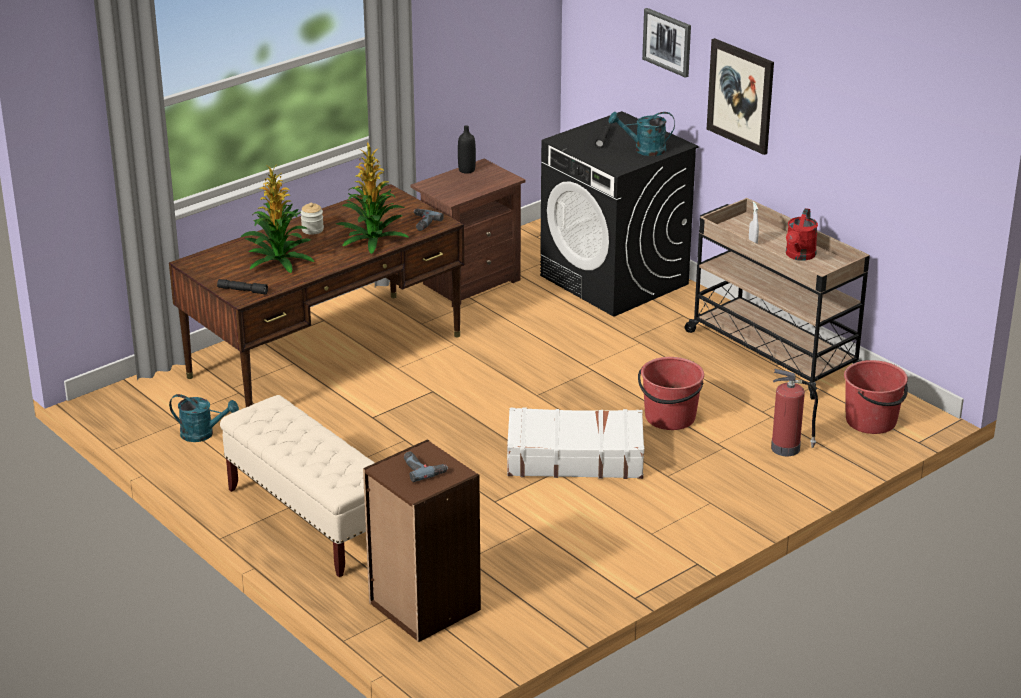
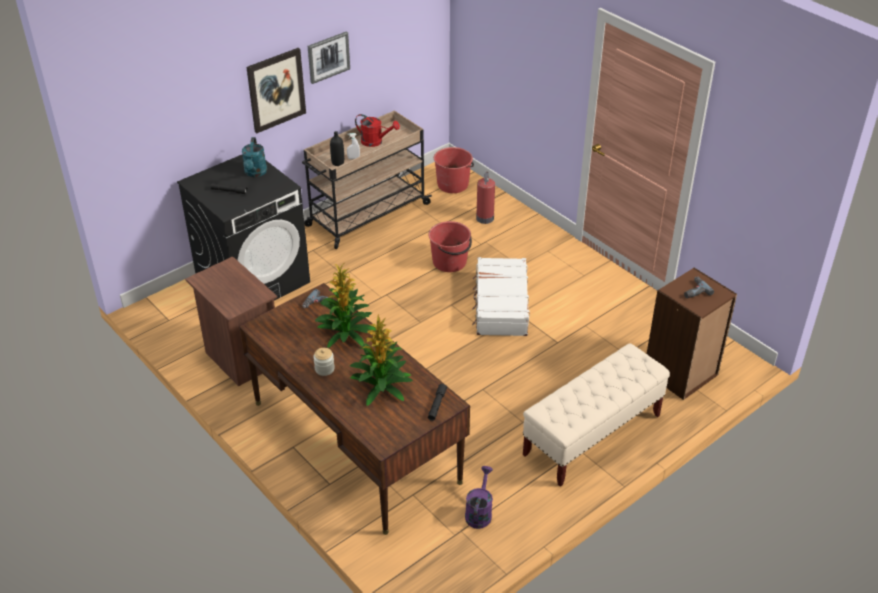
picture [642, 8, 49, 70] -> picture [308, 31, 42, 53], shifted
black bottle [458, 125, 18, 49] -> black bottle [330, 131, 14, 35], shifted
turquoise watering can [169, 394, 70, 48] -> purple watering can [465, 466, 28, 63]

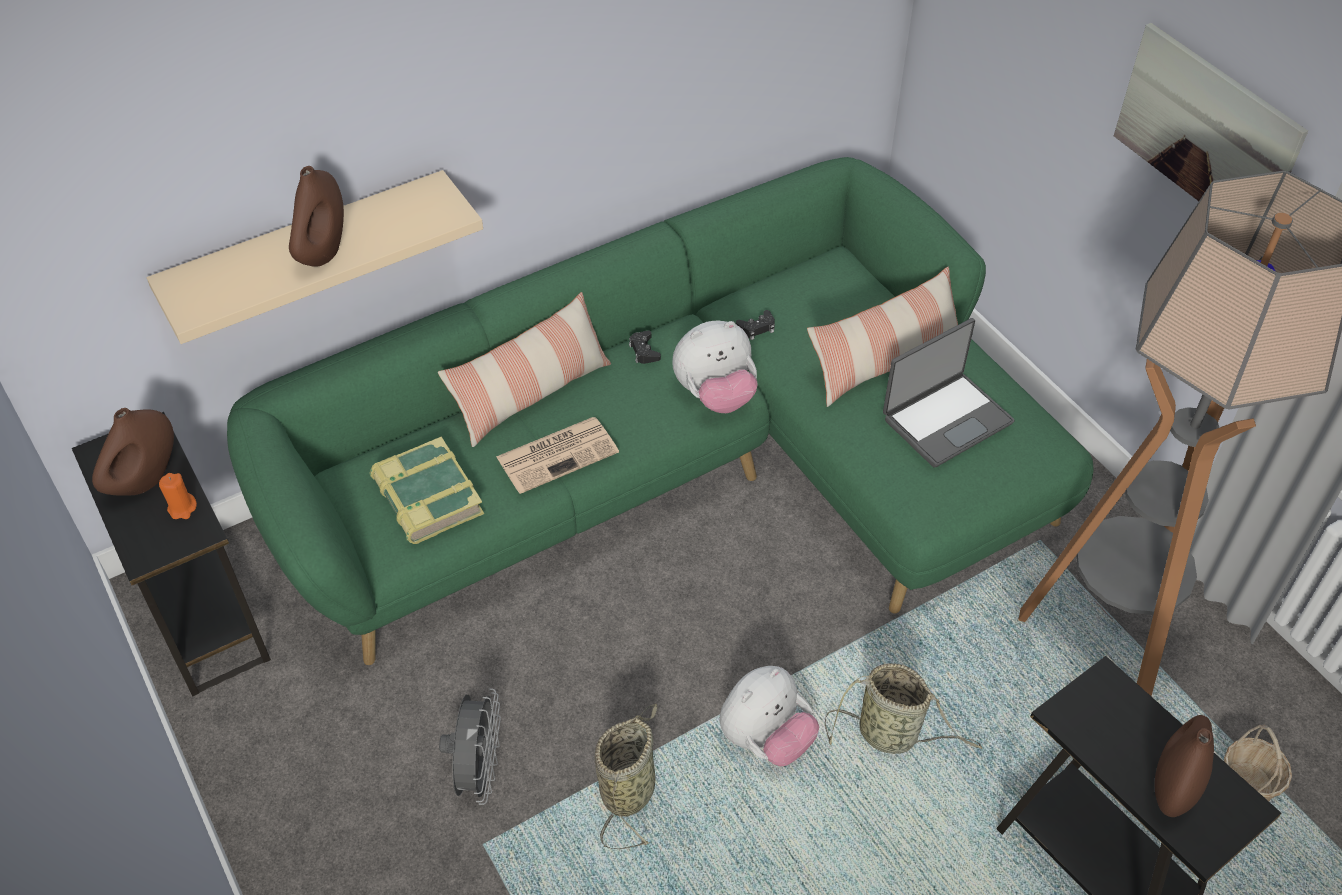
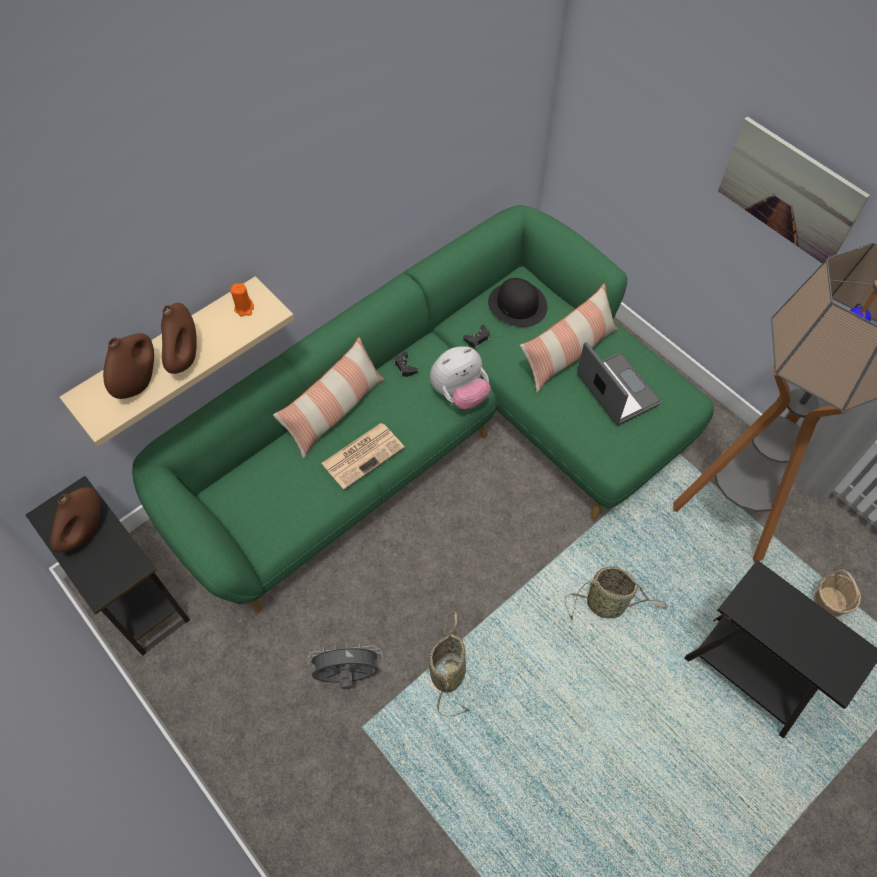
brown vase [1155, 715, 59, 102] -> brown vase [103, 333, 51, 66], shifted
orange candle [159, 473, 38, 46] -> orange candle [230, 283, 24, 33], shifted
grey fan [439, 688, 62, 117] -> grey fan [306, 643, 76, 46], 90 degrees counterclockwise
none -> black hat [488, 278, 59, 49]
laptop [883, 318, 132, 150] -> laptop [577, 342, 84, 83], 75 degrees counterclockwise
book [370, 436, 114, 108] -> none
plush toy [719, 666, 100, 101] -> none

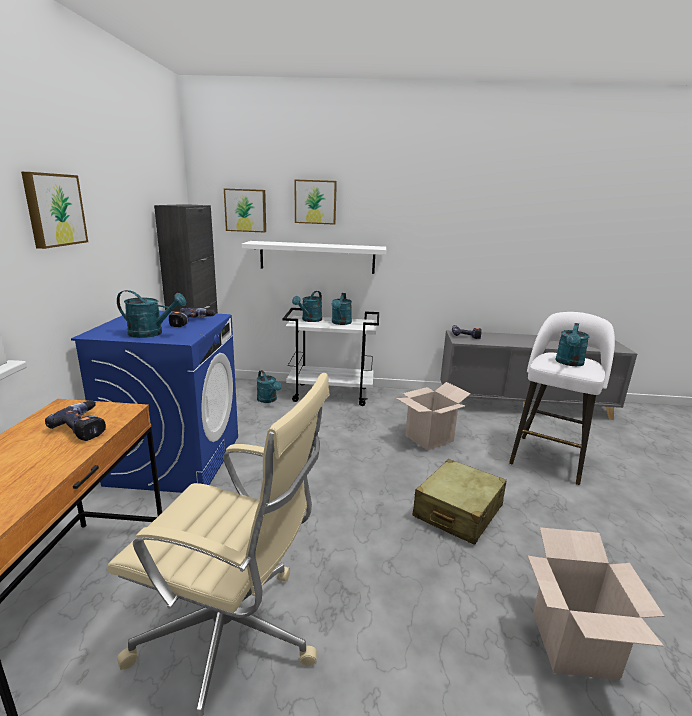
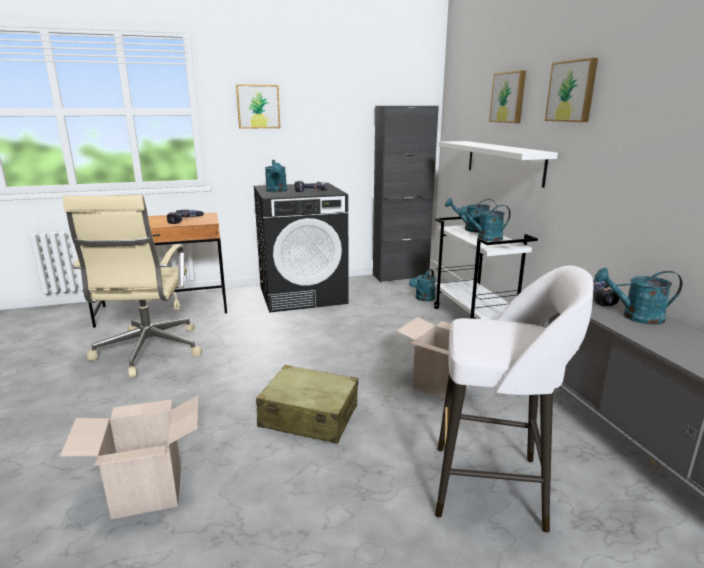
blue washing machine [71, 311, 167, 182] -> black washing machine [254, 183, 95, 130]
picture [224, 188, 42, 45] -> picture [545, 58, 53, 64], shifted
turquoise watering can [555, 323, 35, 43] -> turquoise watering can [595, 268, 87, 57], shifted

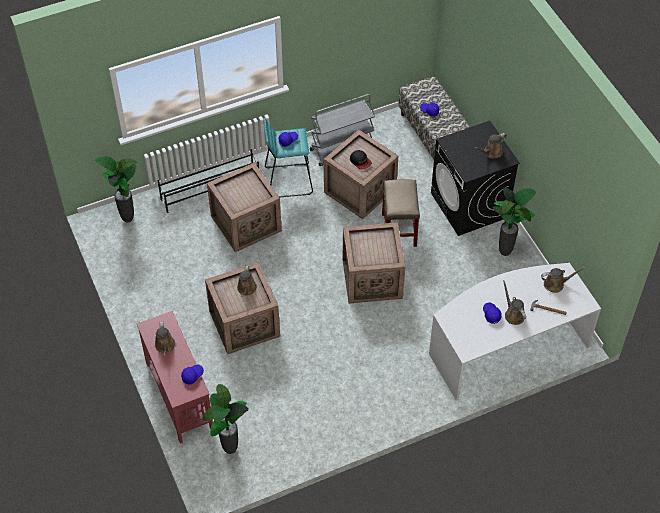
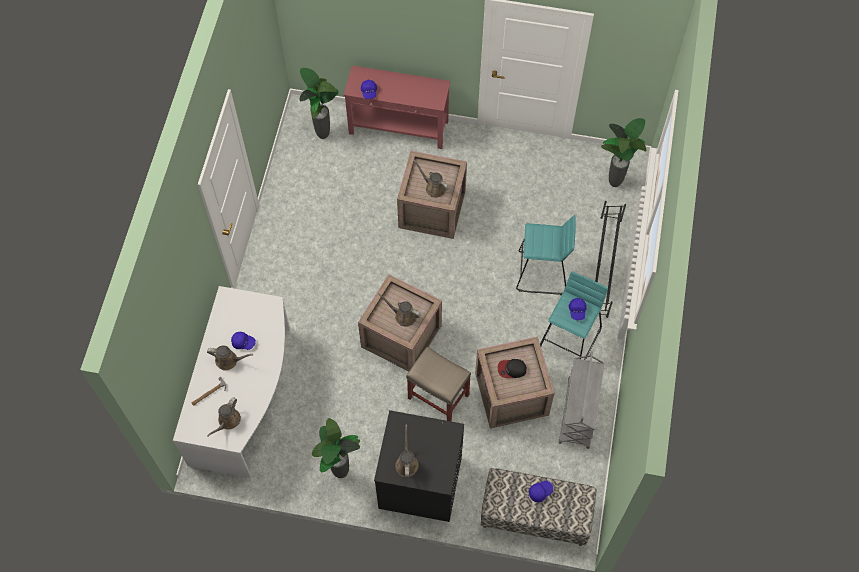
brown watering can [155, 322, 20, 34] -> brown watering can [378, 293, 43, 34], shifted
crate [207, 163, 75, 89] -> turquoise stool [516, 215, 60, 80]

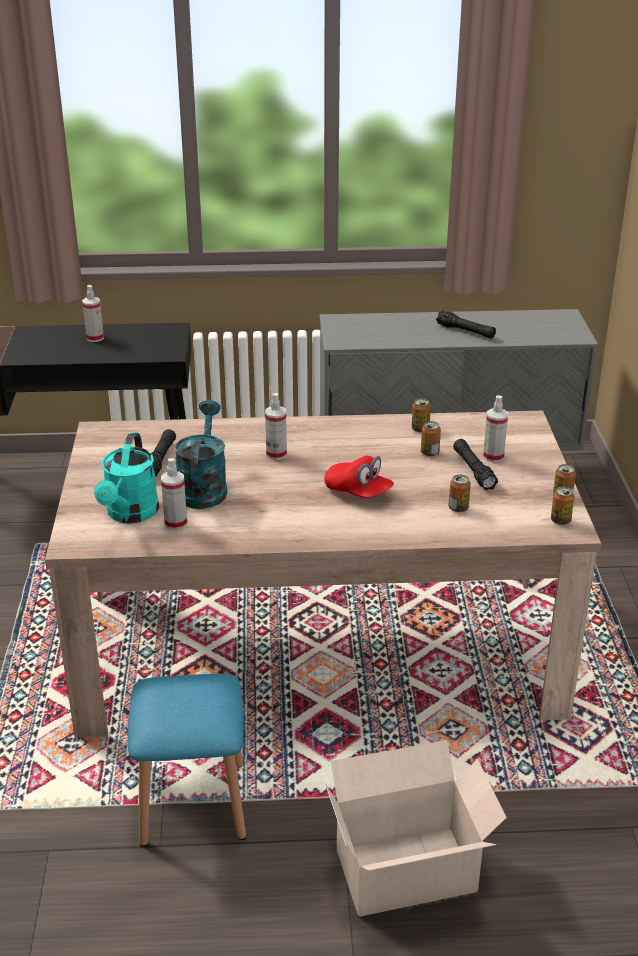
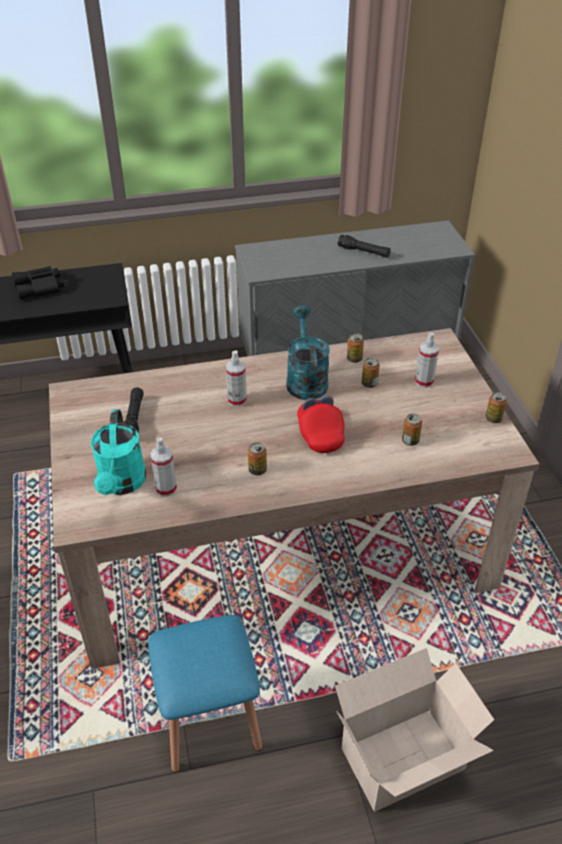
spray bottle [82, 285, 22, 57] -> black binoculars [12, 266, 52, 34]
can [551, 487, 23, 38] -> can [248, 442, 19, 33], shifted
turquoise watering can [174, 400, 53, 109] -> turquoise watering can [286, 306, 44, 94], shifted
red cap [324, 456, 70, 42] -> red cap [297, 396, 48, 57], 135 degrees counterclockwise
black flashlight [453, 439, 45, 51] -> none

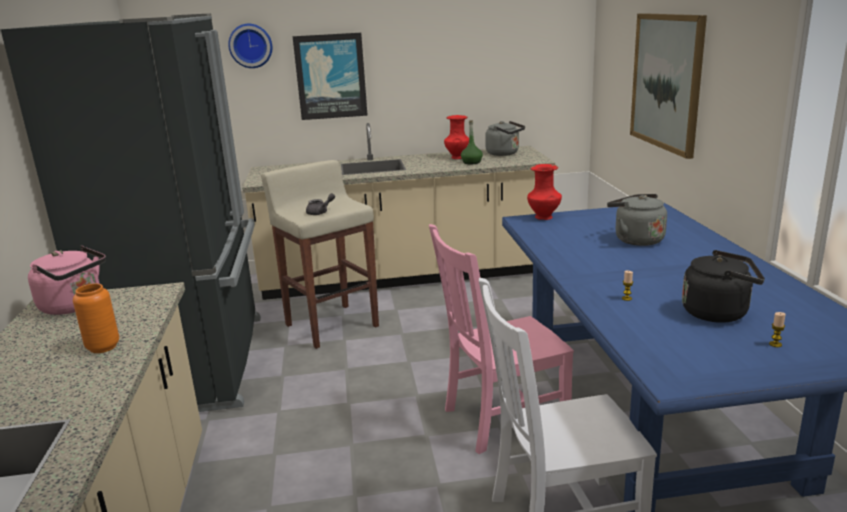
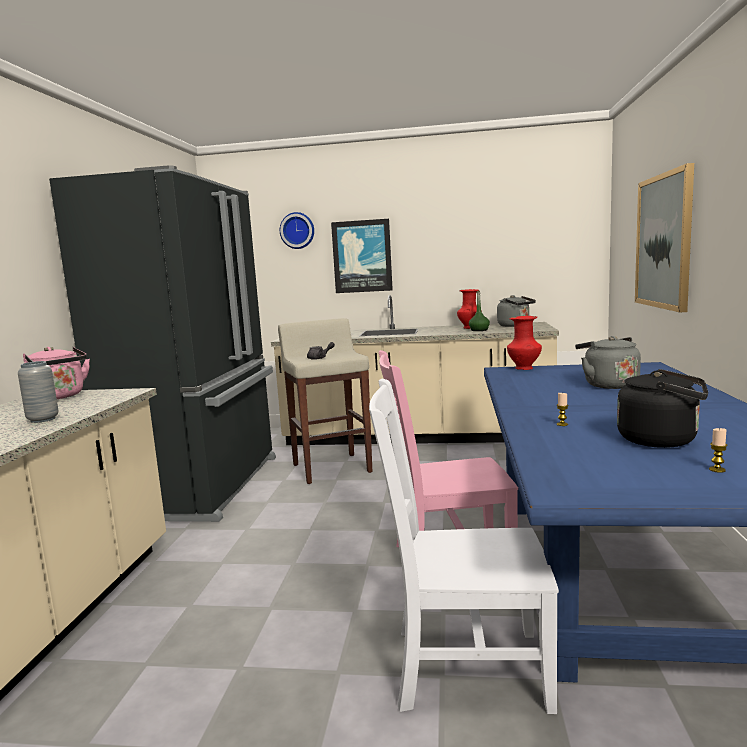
orange vase [73, 284, 46, 69] -> grey vase [18, 361, 41, 62]

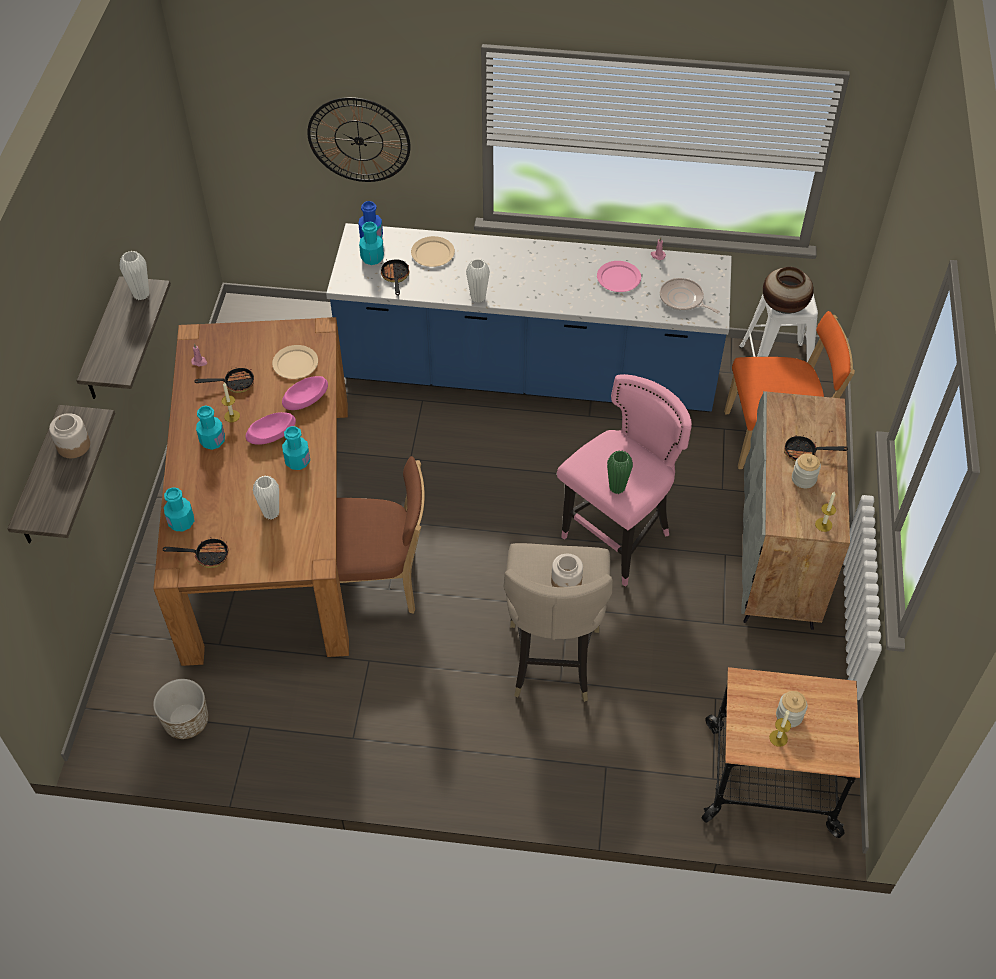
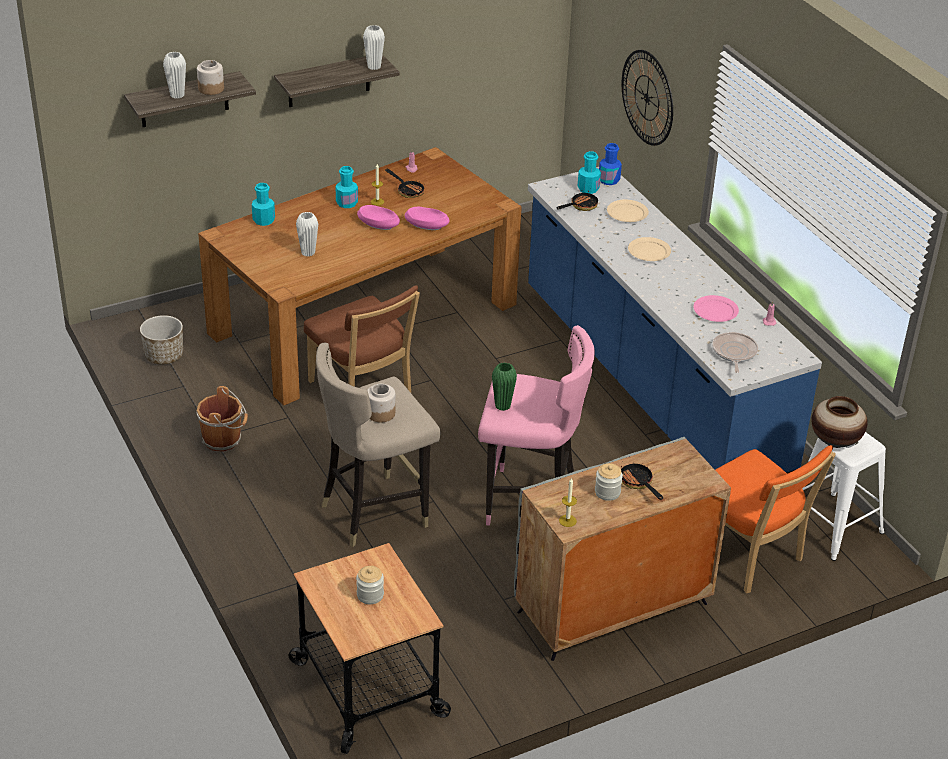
white vase [466, 259, 24, 44] -> white vase [163, 52, 23, 46], shifted
none -> brown bucket [196, 386, 52, 66]
beige plate [272, 345, 46, 34] -> beige plate [628, 237, 43, 24], shifted
frying pan [163, 537, 66, 31] -> none
turquoise bottle [282, 426, 28, 44] -> none
candle [769, 710, 22, 37] -> none

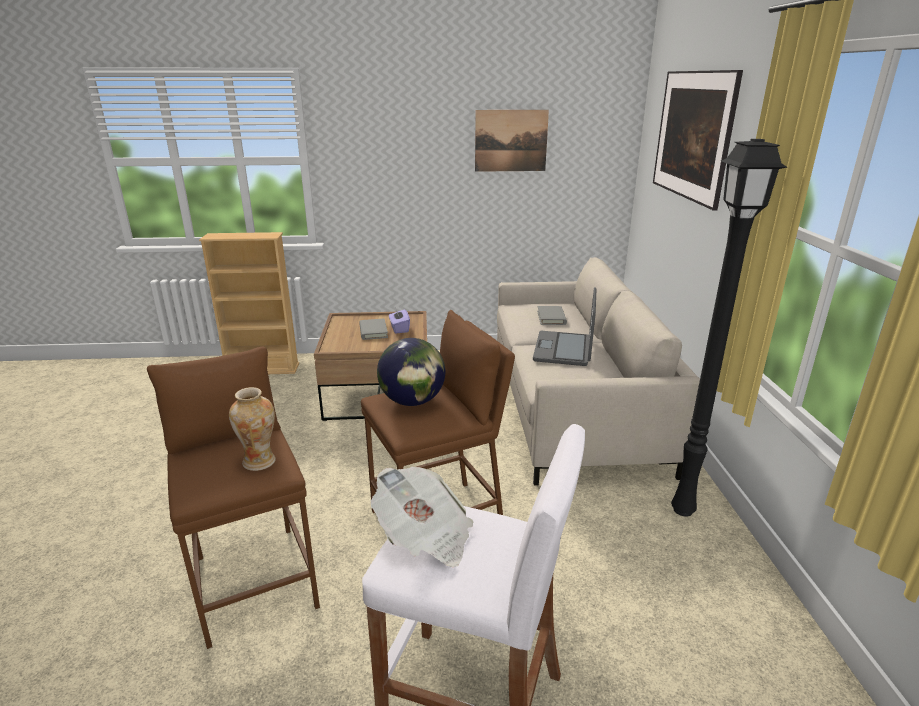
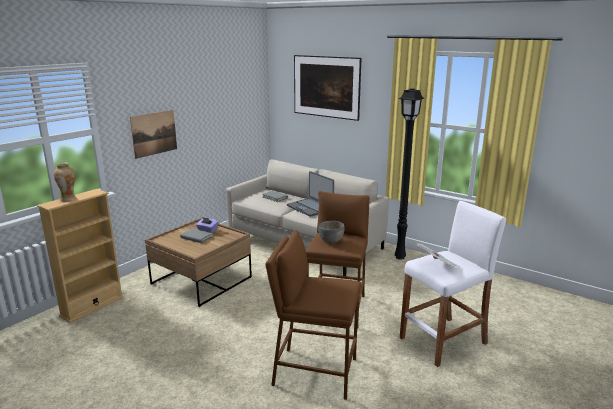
vase [229, 387, 47, 84] -> vase [53, 163, 23, 38], shifted
picture [475, 110, 74, 62] -> picture [130, 110, 47, 49], shifted
globe [377, 338, 68, 68] -> grey bowl [318, 221, 27, 22]

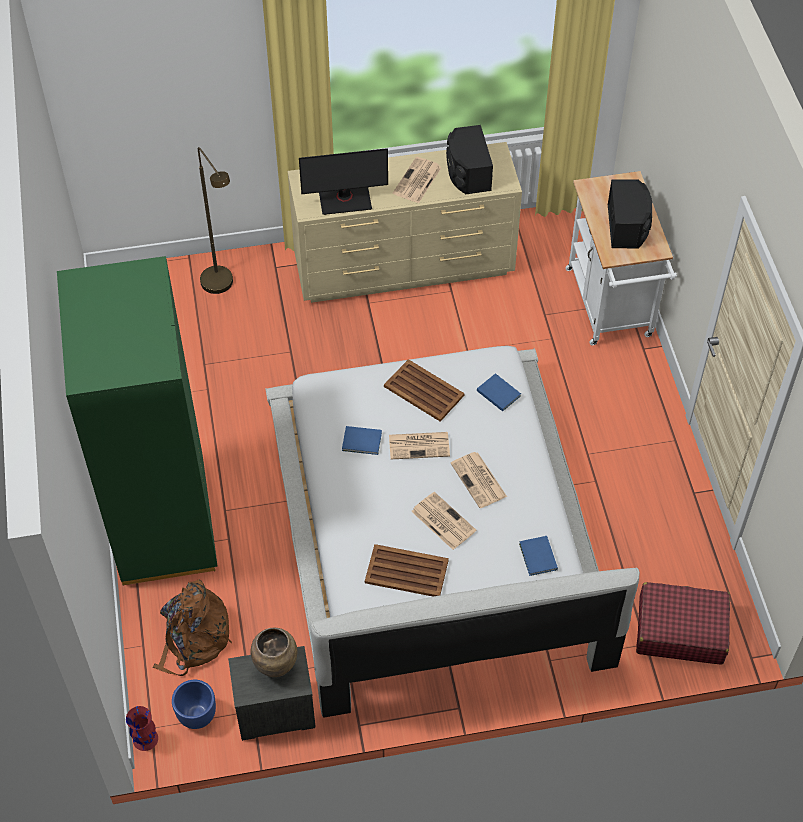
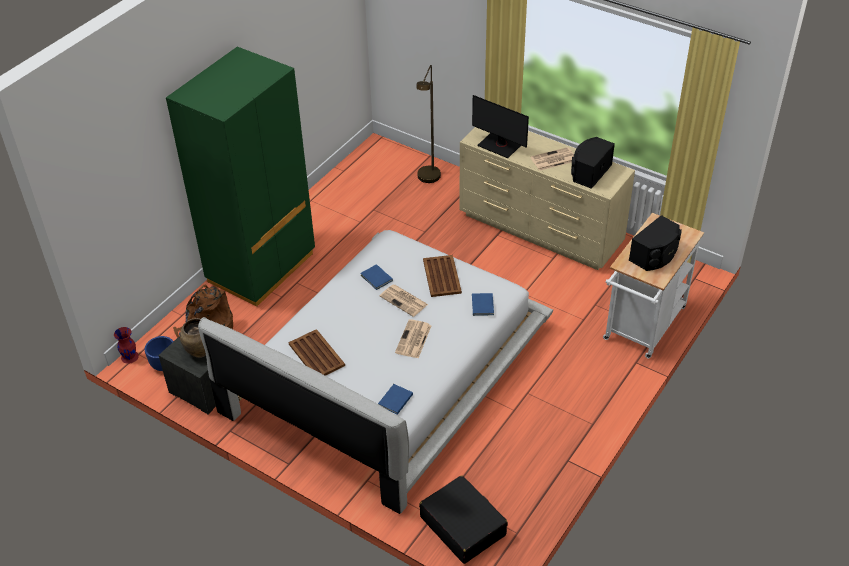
red suitcase [636, 582, 94, 83] -> black suitcase [419, 475, 89, 89]
newspaper [411, 492, 65, 58] -> none

